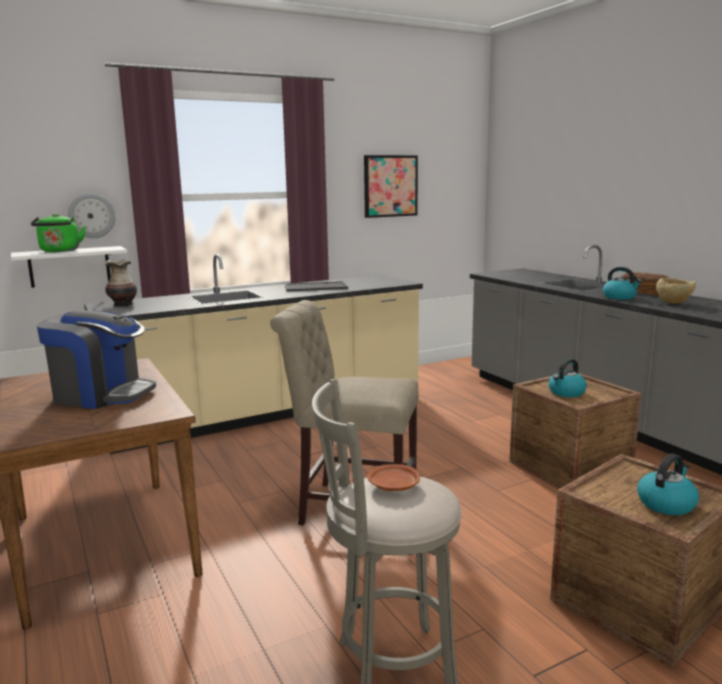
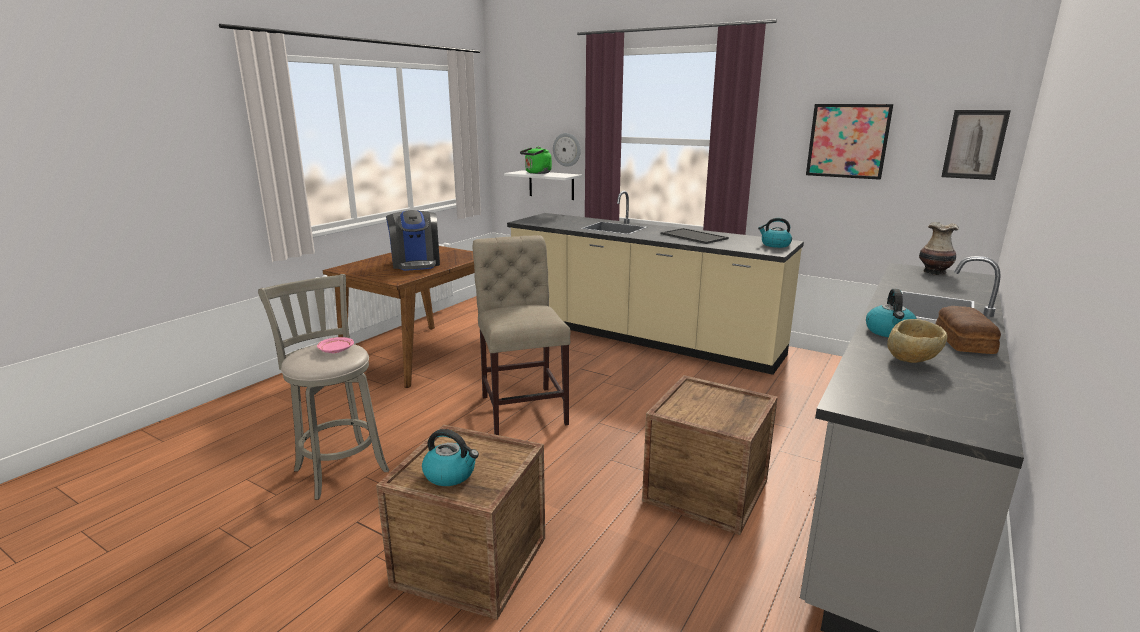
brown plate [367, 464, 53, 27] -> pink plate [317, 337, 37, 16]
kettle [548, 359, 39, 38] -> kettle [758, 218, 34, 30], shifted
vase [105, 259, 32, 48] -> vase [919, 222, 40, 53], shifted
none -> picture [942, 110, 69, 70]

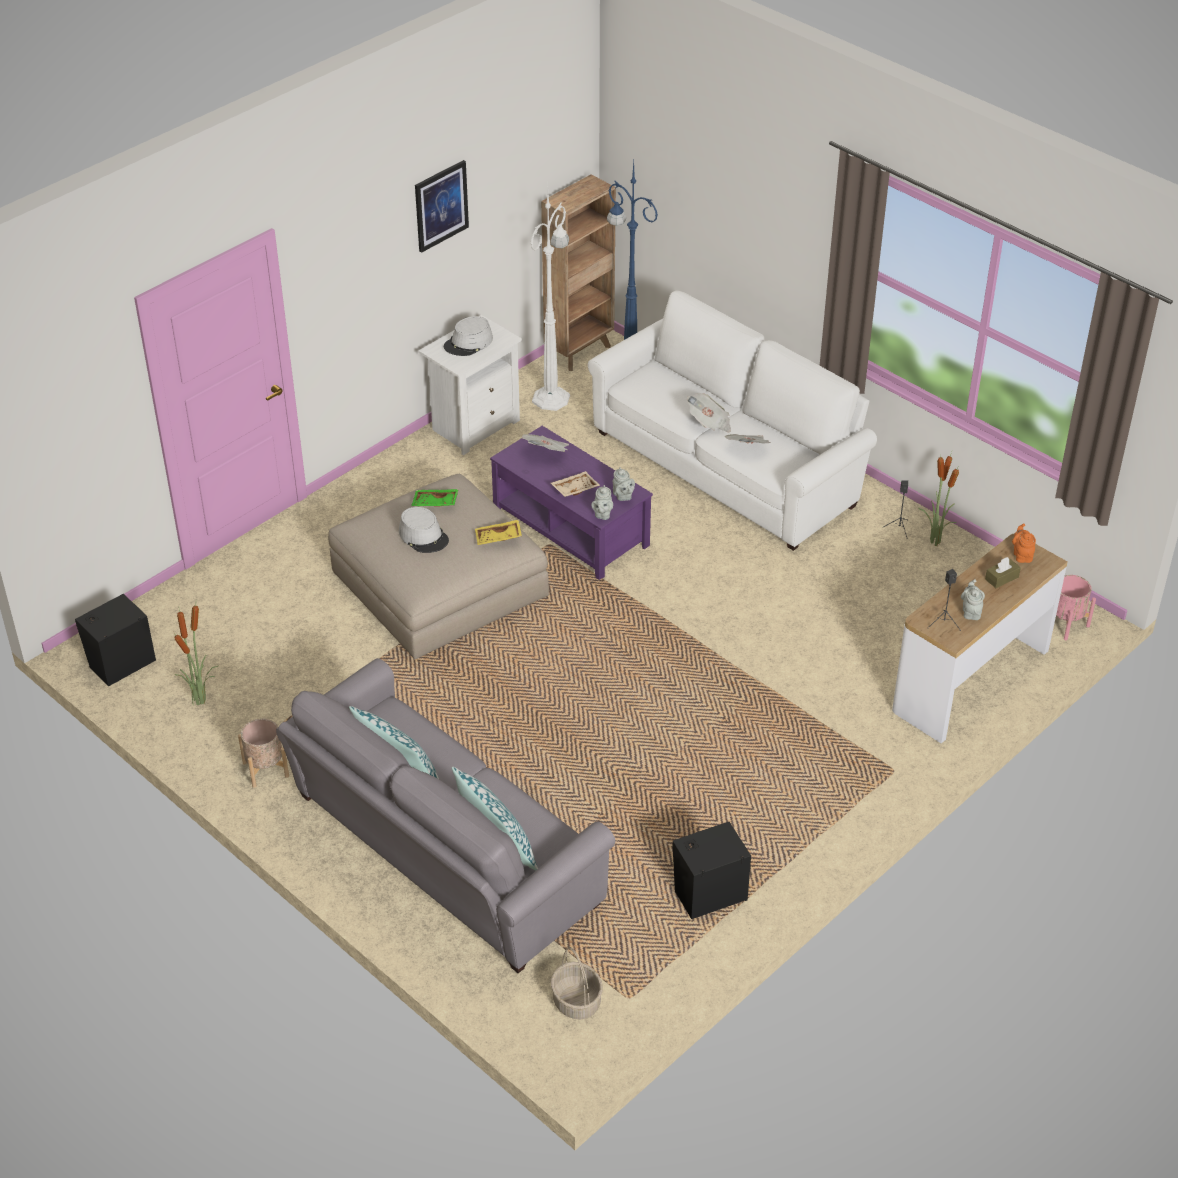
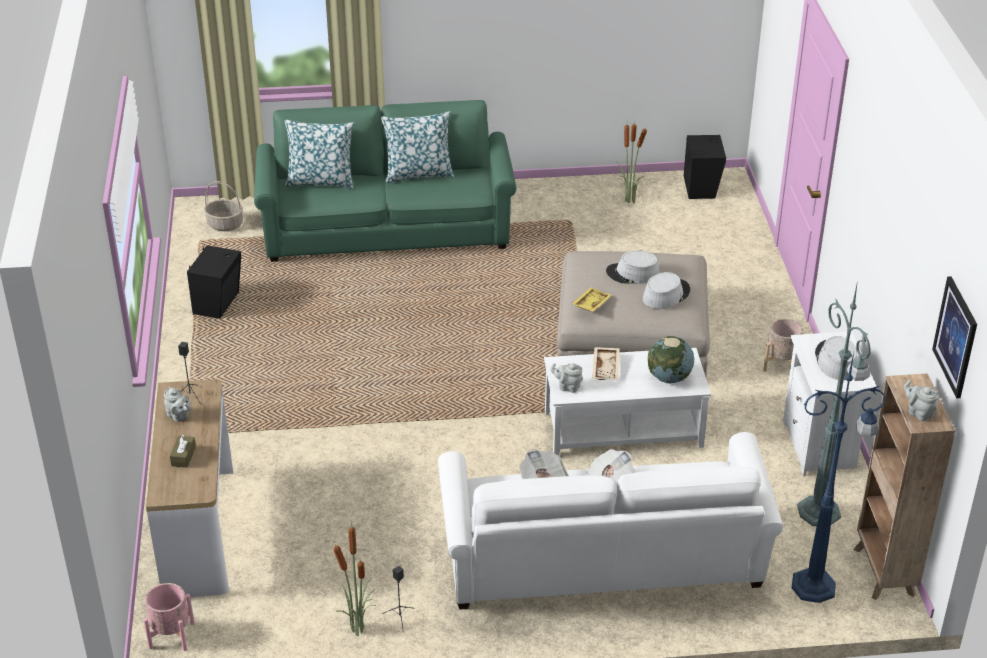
grey sofa [276, 658, 339, 315] -> green sofa [254, 100, 262, 162]
purple coffee table [490, 426, 163, 154] -> white coffee table [544, 348, 167, 108]
green tray [411, 489, 48, 18] -> grey hat [643, 272, 47, 37]
newspaper [522, 434, 47, 18] -> globe [648, 336, 46, 48]
beige planter [238, 718, 51, 70] -> beige planter [763, 319, 41, 53], shifted
white floor lamp [530, 184, 40, 227] -> green floor lamp [797, 281, 74, 245]
grey teapot [591, 485, 22, 35] -> grey teapot [904, 380, 35, 41], shifted
picture [415, 160, 54, 93] -> picture [932, 276, 45, 122], shifted
orange teapot [1012, 523, 24, 40] -> none

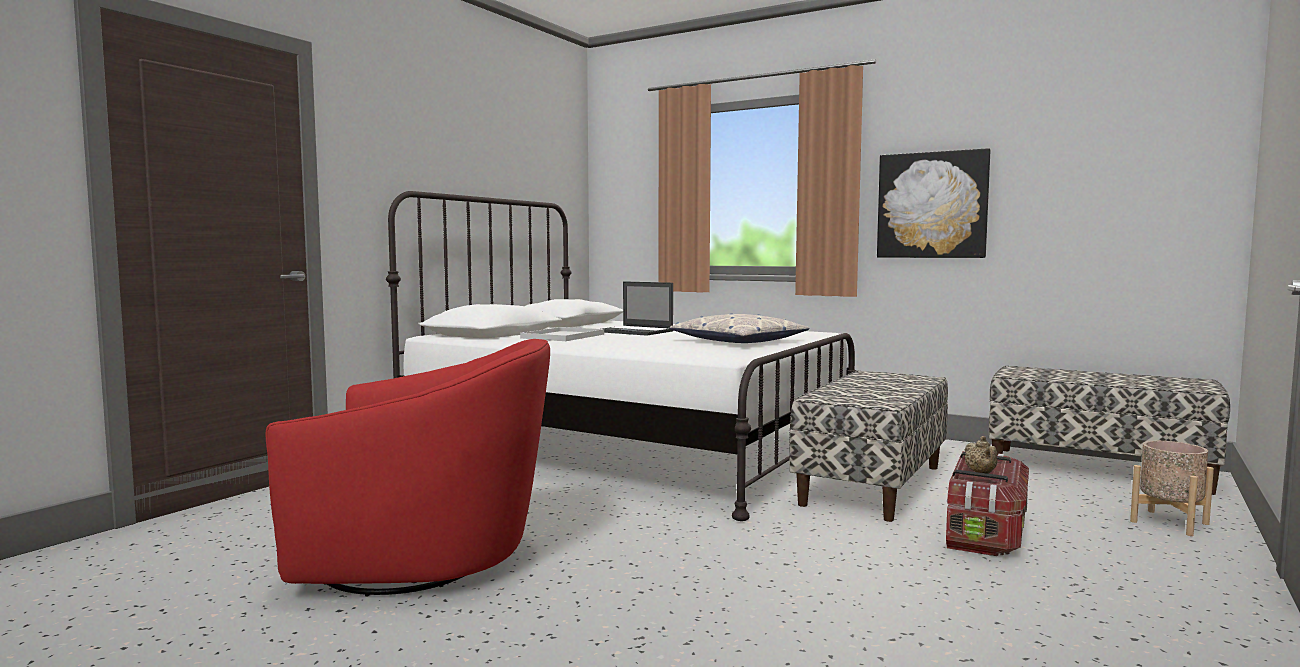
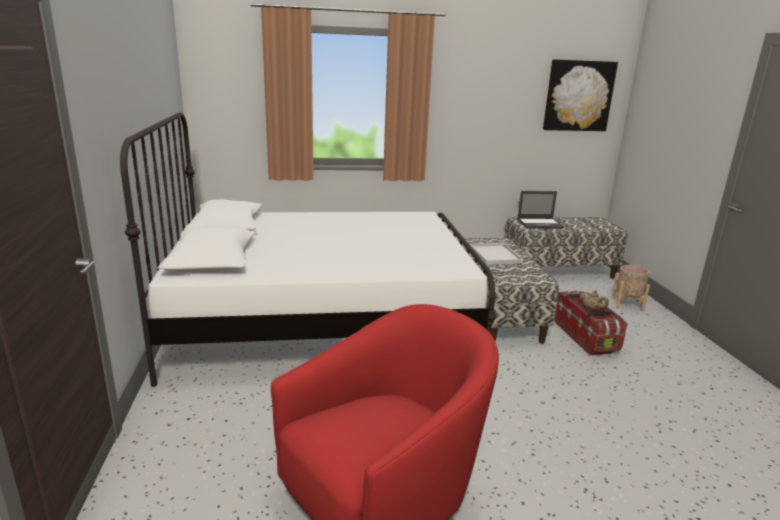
white tray [520, 327, 84, 14] -> white tray [470, 243, 53, 22], shifted
laptop [602, 281, 71, 55] -> laptop [517, 191, 47, 38], shifted
picture [877, 148, 113, 110] -> picture [543, 59, 75, 72], shifted
pillow [670, 313, 139, 30] -> none

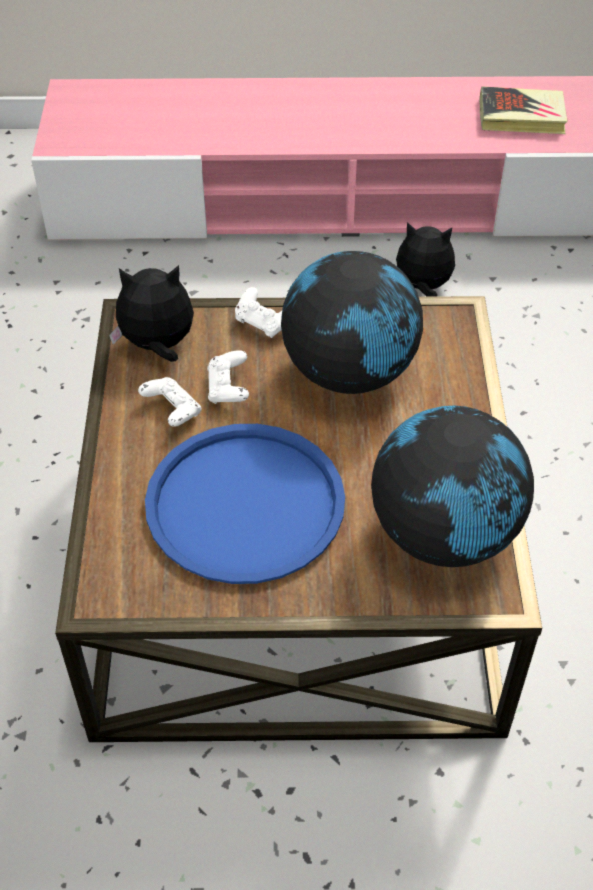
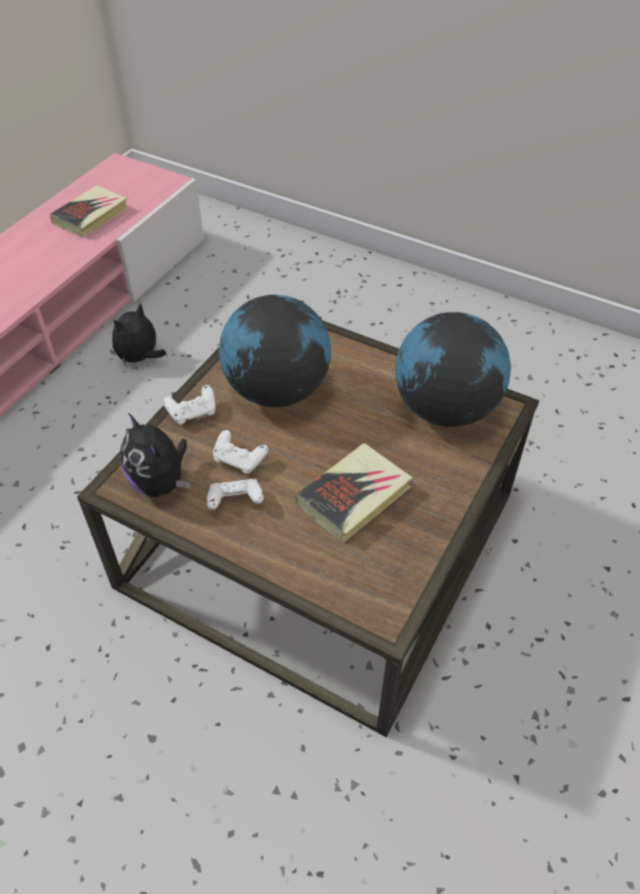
plush toy [109, 265, 85, 97] -> plush toy [120, 413, 70, 84], 60 degrees counterclockwise
blue tray [145, 424, 200, 160] -> book [296, 443, 117, 99]

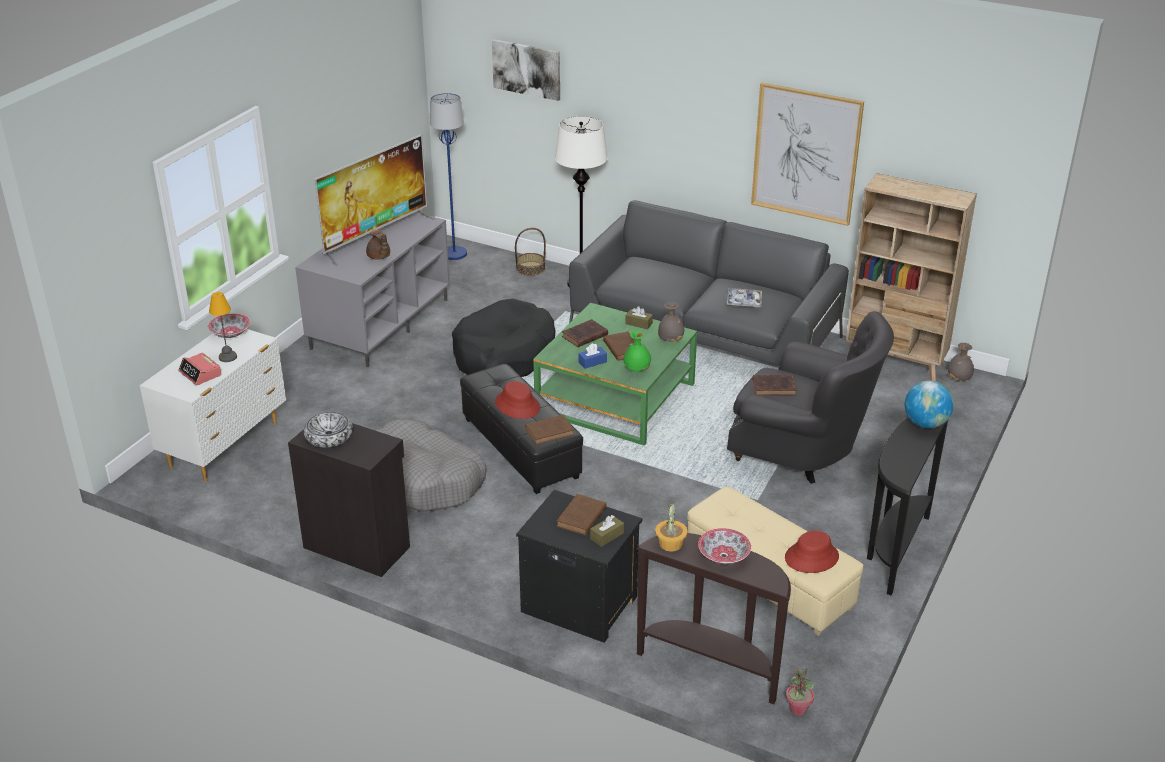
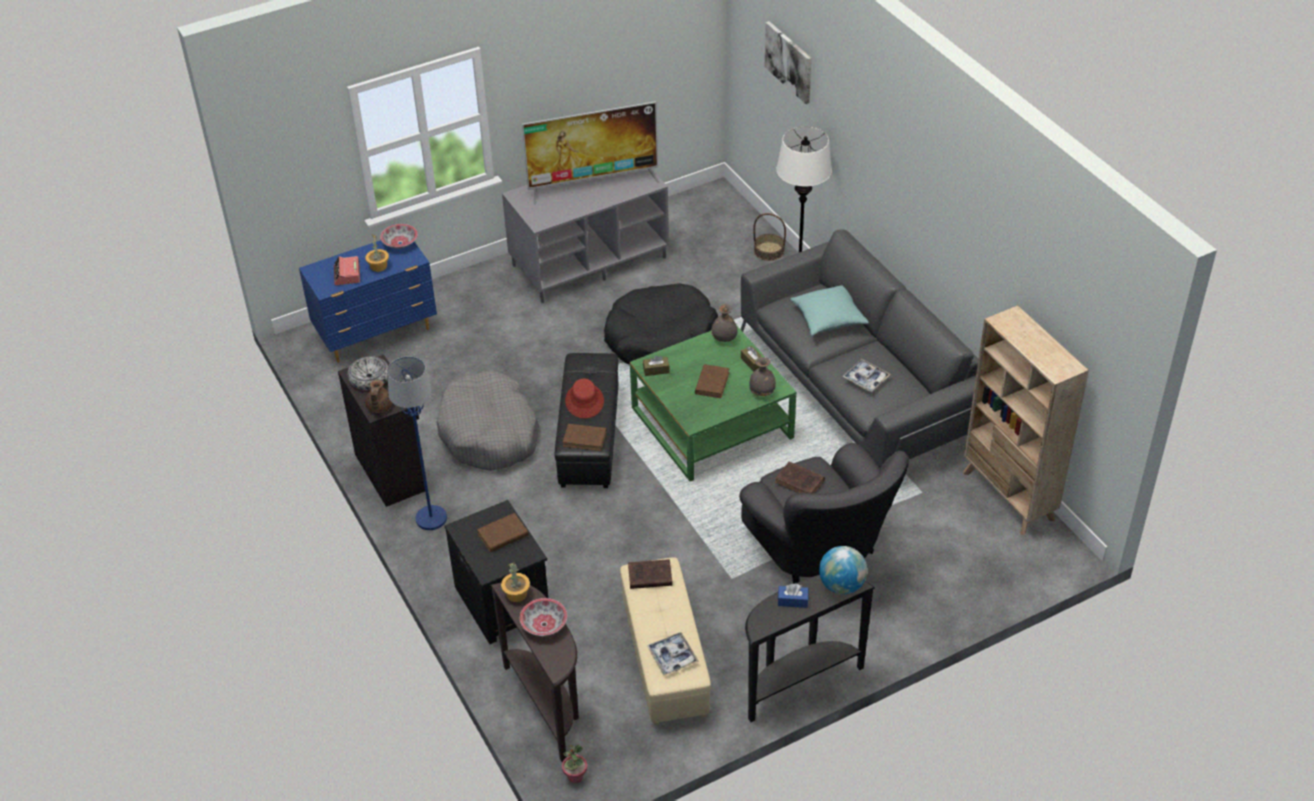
white dresser [140, 329, 146, 153] -> blue dresser [299, 240, 138, 122]
table lamp [209, 292, 28, 70] -> potted plant [365, 234, 24, 38]
brown teapot [366, 230, 24, 29] -> brown teapot [365, 380, 27, 33], shifted
blue floor lamp [430, 93, 37, 167] -> blue floor lamp [387, 356, 60, 174], shifted
brown book [562, 319, 46, 28] -> brown book [628, 559, 45, 30], shifted
brown tissue box [590, 515, 34, 32] -> brown tissue box [643, 355, 27, 21], shifted
red hat [785, 530, 54, 43] -> tray [647, 632, 52, 43]
grey vase [947, 343, 27, 38] -> grey vase [711, 304, 27, 38], shifted
blue tissue box [578, 343, 29, 26] -> blue tissue box [778, 584, 31, 24], shifted
none -> turquoise pillow [790, 285, 79, 51]
green vase [624, 331, 27, 41] -> none
picture [751, 83, 113, 143] -> none

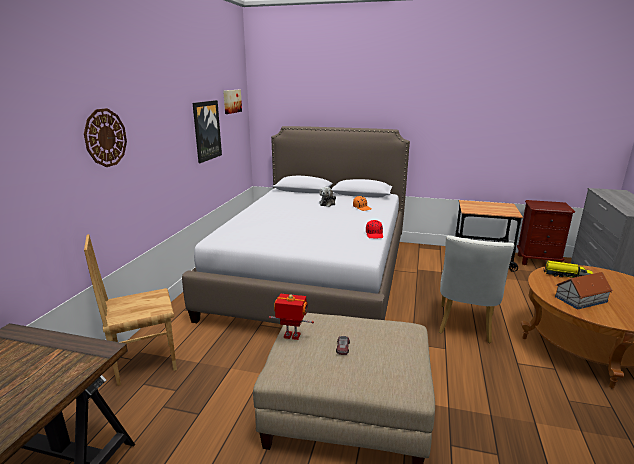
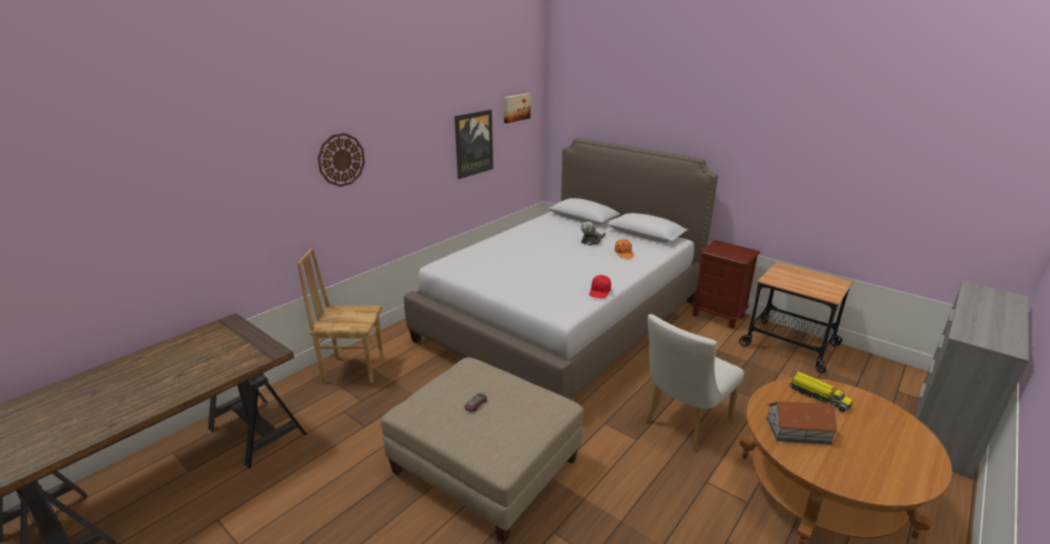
brown nightstand [517, 200, 58, 65] -> brown nightstand [692, 240, 68, 89], shifted
toy robot [269, 294, 45, 46] -> none

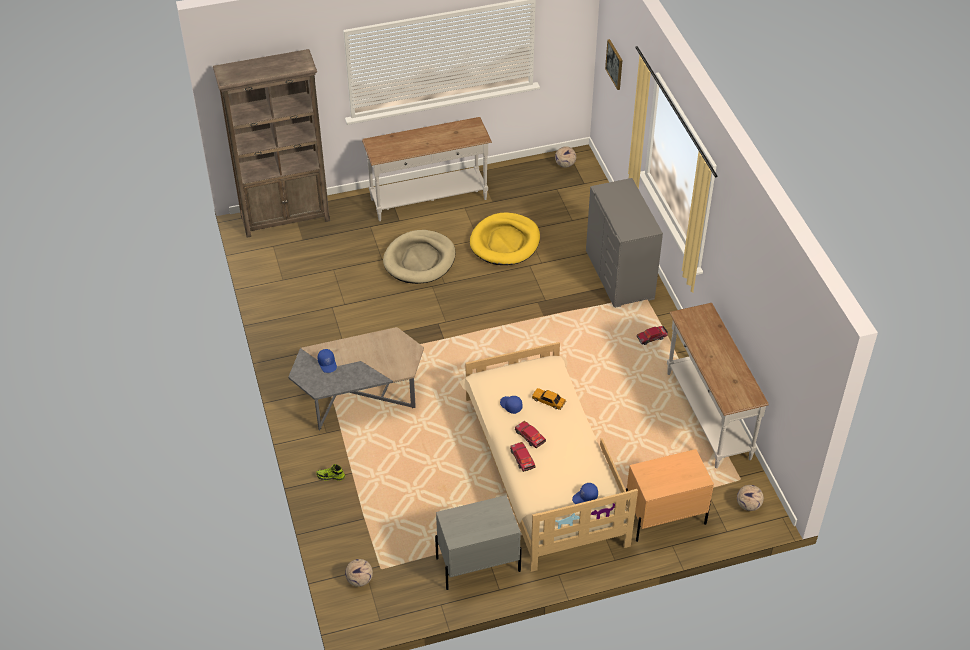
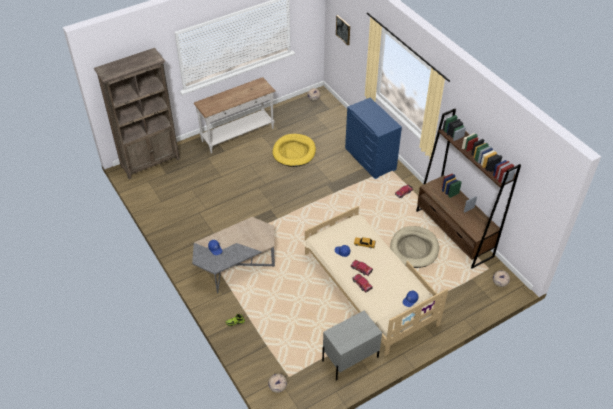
grey dresser [586, 178, 77, 130] -> blue dresser [345, 98, 57, 81]
beige dog bed [383, 230, 73, 54] -> beige dog bed [390, 226, 49, 42], shifted
white console table [667, 303, 102, 165] -> brown bookcase [416, 109, 105, 160]
beige nightstand [626, 449, 88, 93] -> none

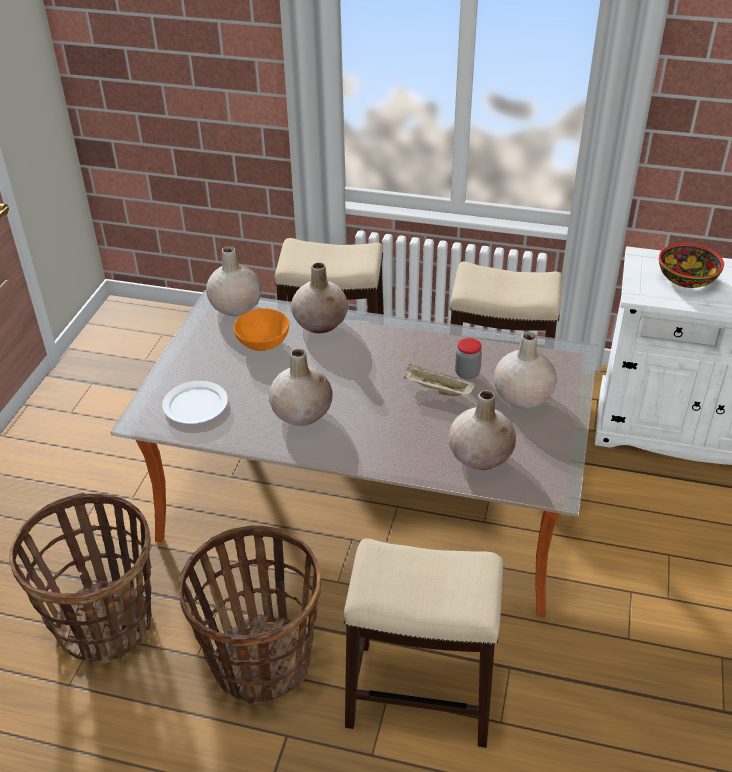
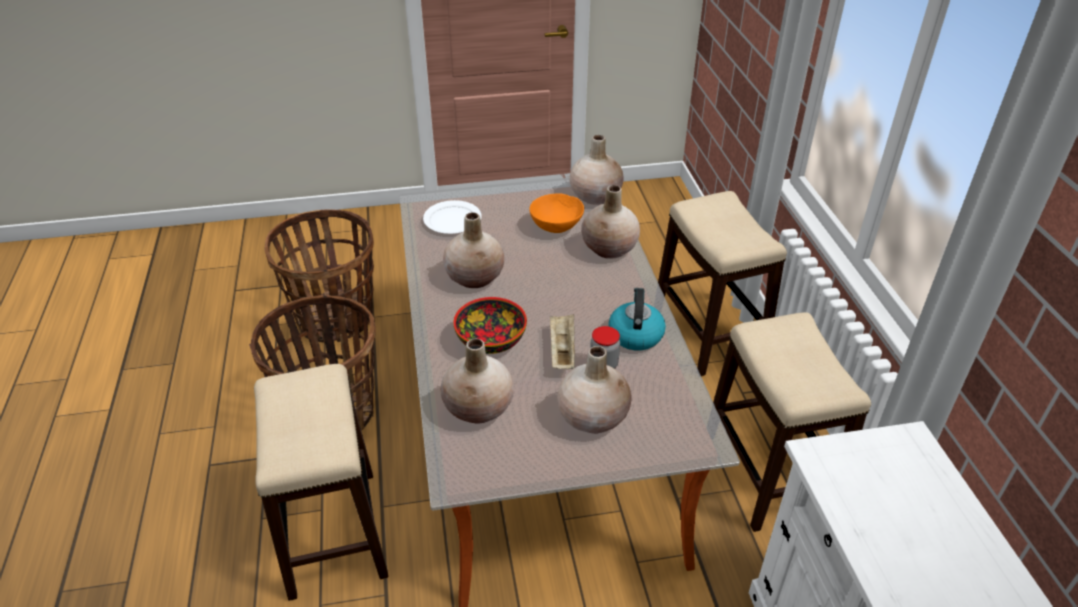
bowl [659, 243, 65, 45] -> bowl [453, 297, 74, 57], shifted
none -> kettle [608, 288, 58, 62]

